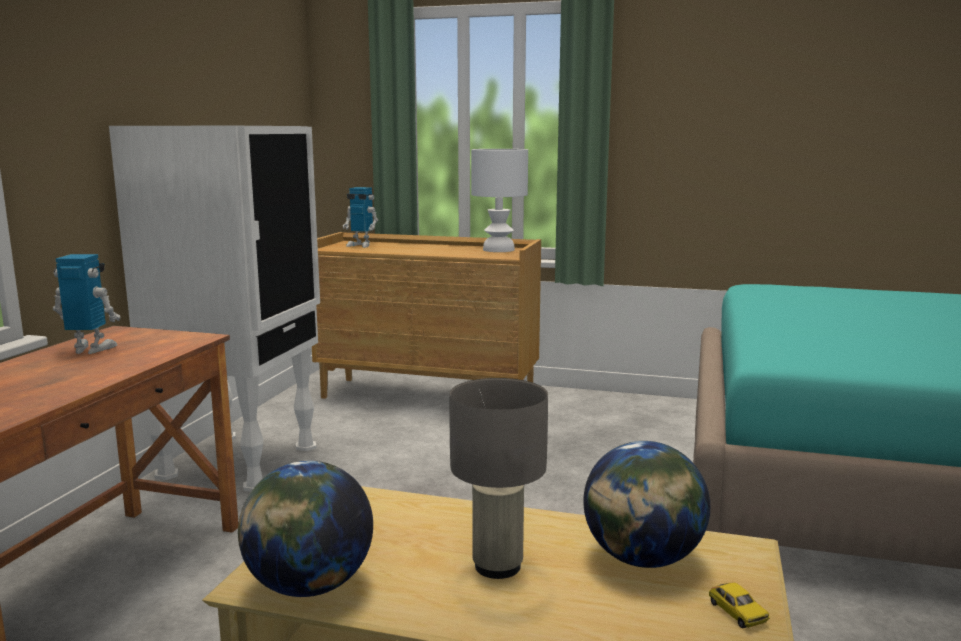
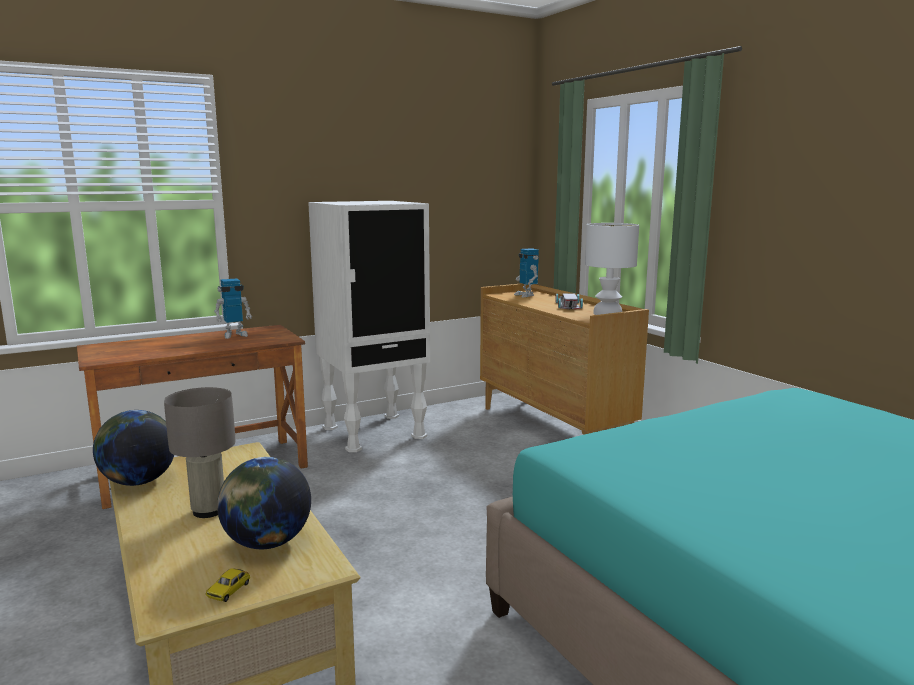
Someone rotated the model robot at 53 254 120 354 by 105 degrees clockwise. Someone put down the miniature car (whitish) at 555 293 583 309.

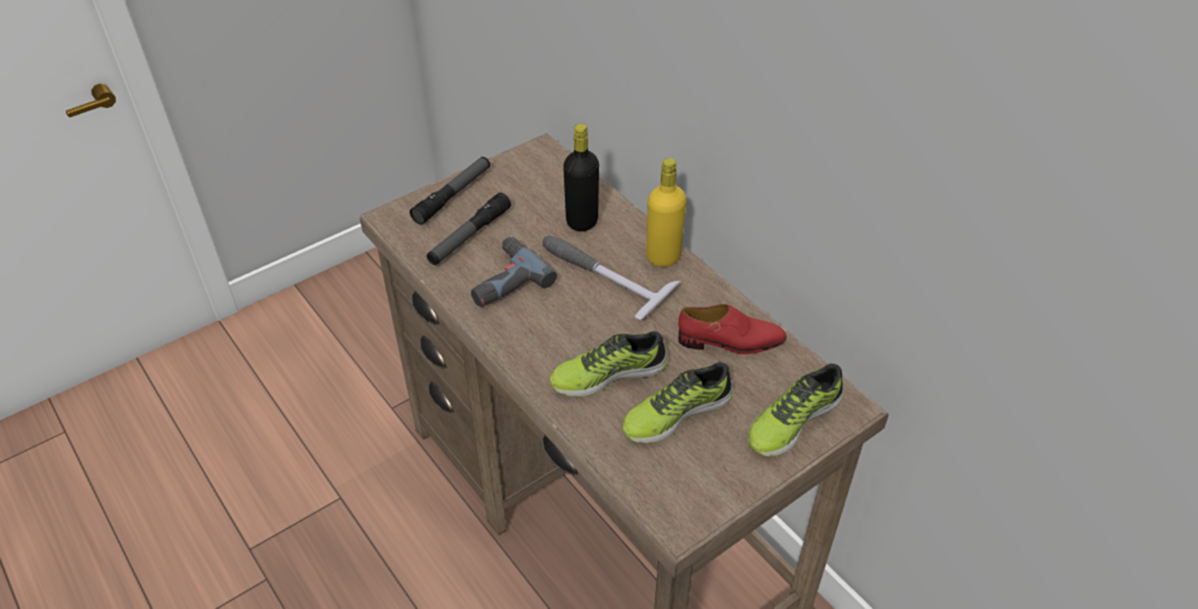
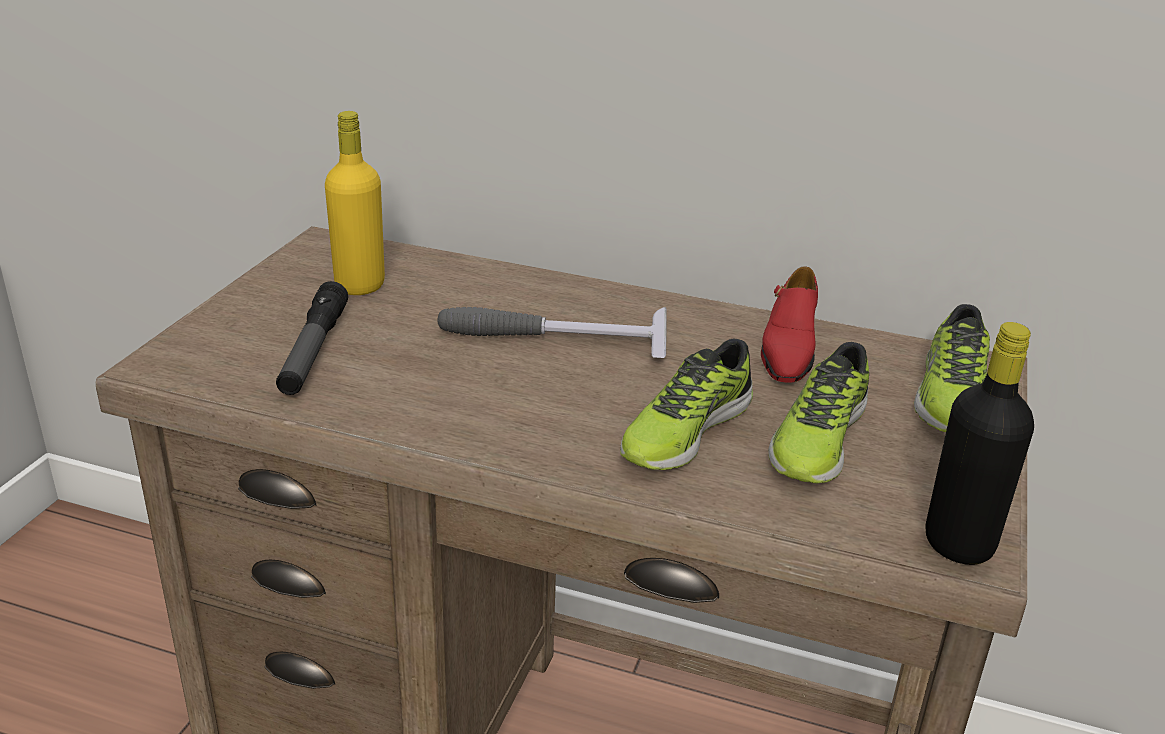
Someone carried the beverage bottle (yellow) from 646 158 686 267 to 325 111 385 295. Someone rotated the shoe (reddish) at 678 304 787 354 by 135 degrees clockwise. Someone carried the beverage bottle (blackish) from 563 124 599 231 to 925 322 1034 565. Someone took away the torch at 410 157 490 225. Someone took away the power drill at 471 237 557 307.

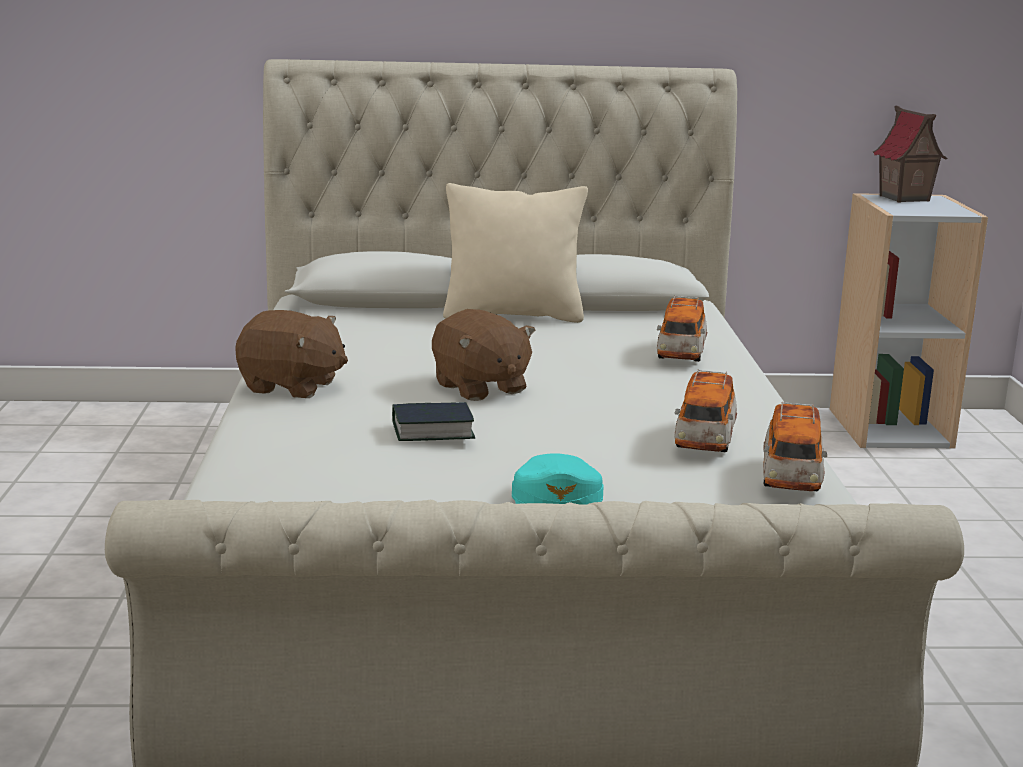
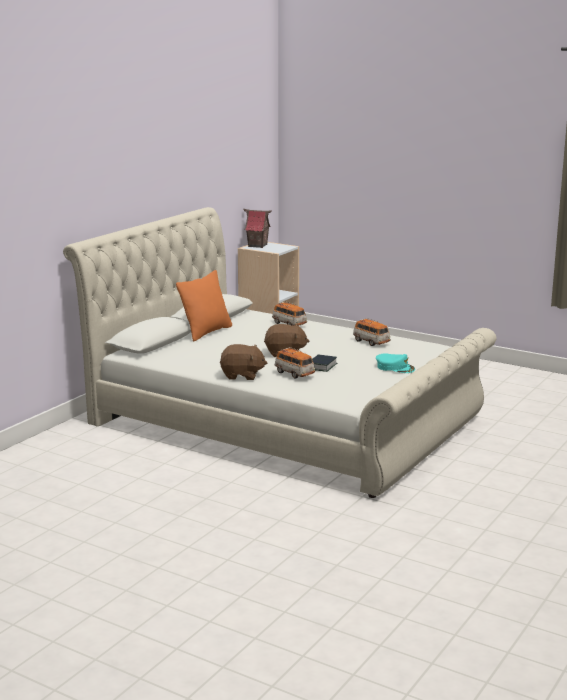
Someone repainted the pillow (sand-coloured) at 443 183 588 323, which became the pillow (orange-coloured) at 176 270 232 341. Someone rotated the cuddly toy (brown) at 235 310 348 398 by 45 degrees clockwise. Someone carried the miniature car from 763 401 827 491 to 275 347 315 378.

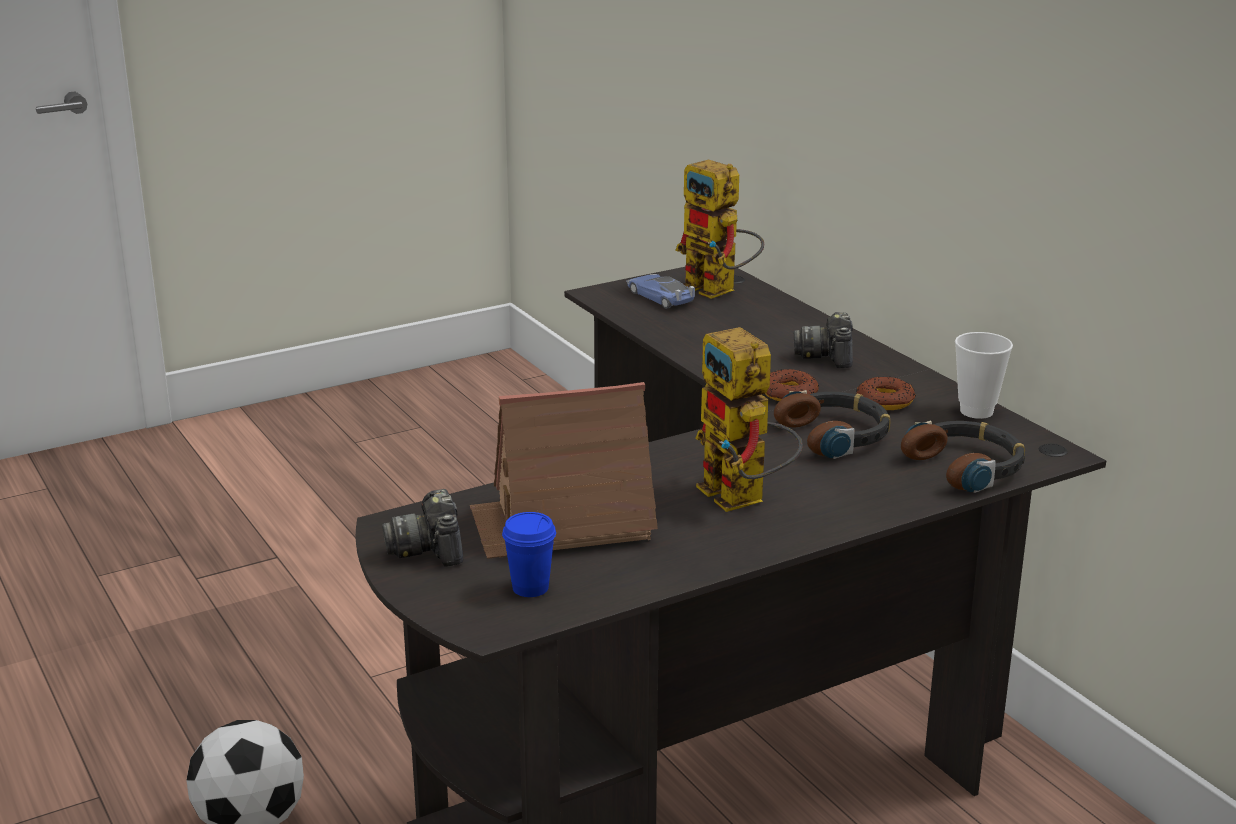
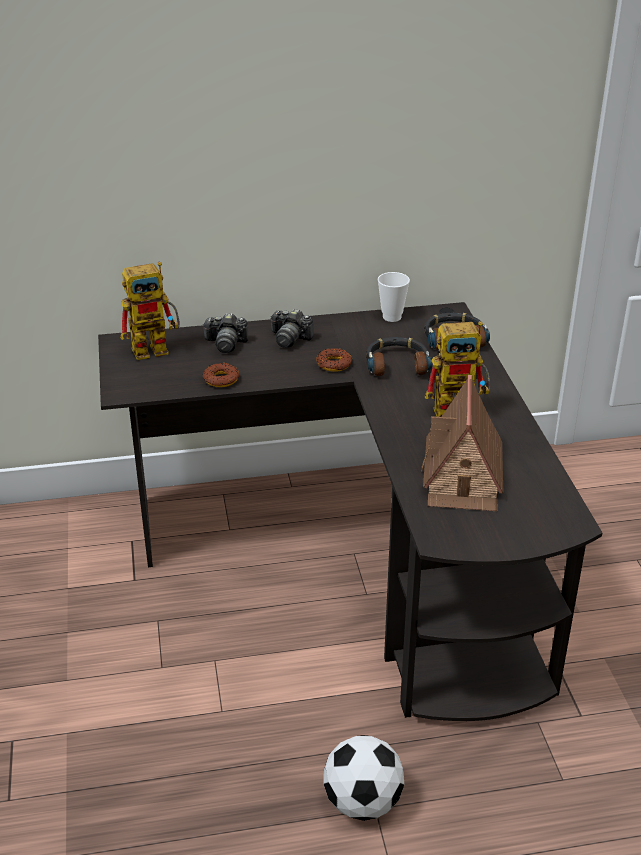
Someone carried the still camera from 382 489 463 567 to 202 313 249 353. Someone carried the ring doughnut from 856 377 916 410 to 203 363 239 387. Someone took away the drinking cup (blue) at 502 512 556 597. Someone took away the miniature car at 626 274 695 309.

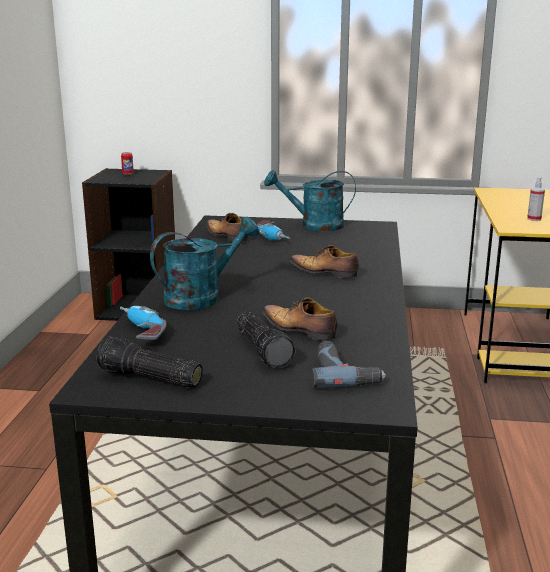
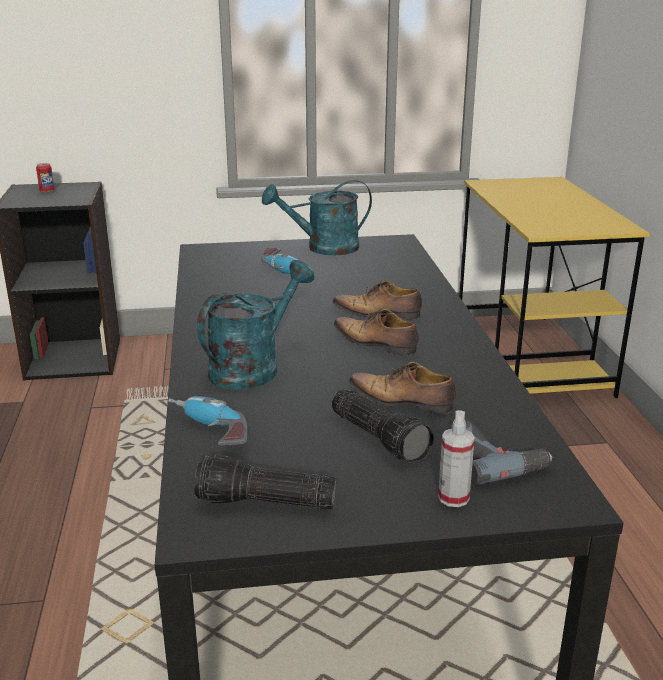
Someone carried the shoe from 207 213 248 242 to 334 309 419 356. Someone carried the sprayer from 527 177 545 221 to 438 410 475 507.

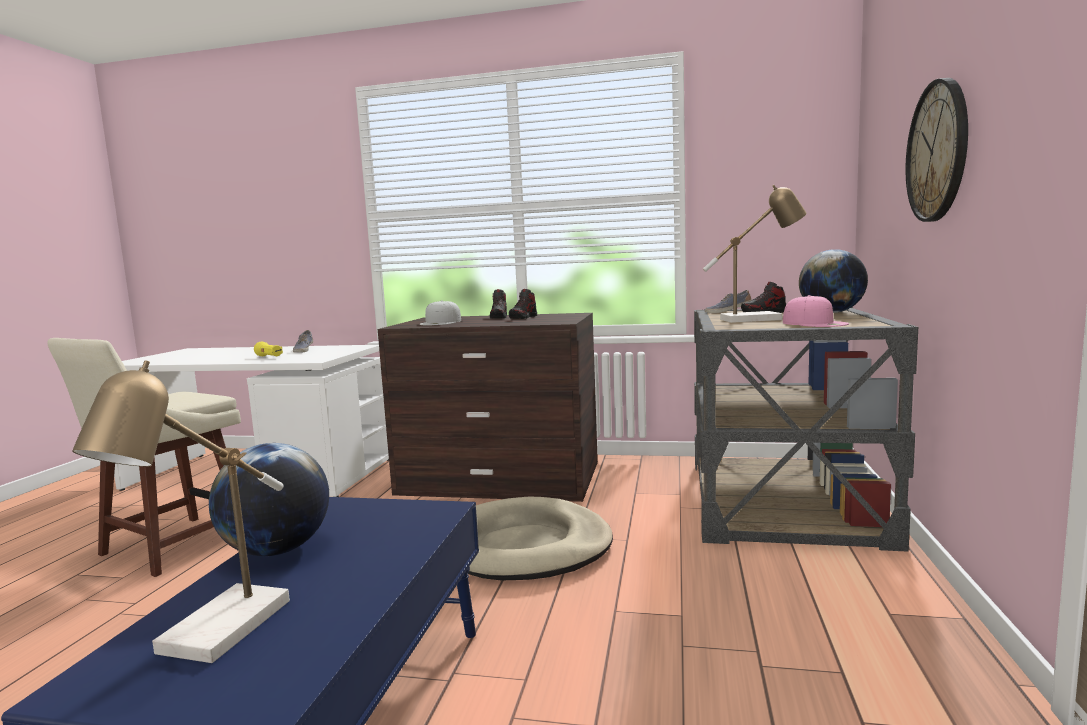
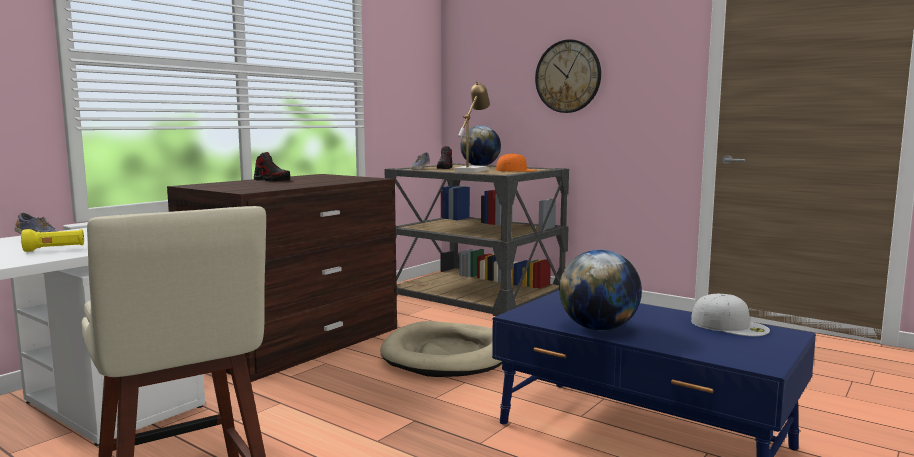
Someone repainted the peaked cap (pink) at 783 295 849 327, which became the peaked cap (orange-coloured) at 496 153 537 172. Someone carried the peaked cap (whitish) from 420 300 461 325 to 691 294 770 336. Someone took away the table lamp at 72 360 290 663. Someone took away the shoe at 509 289 537 319.

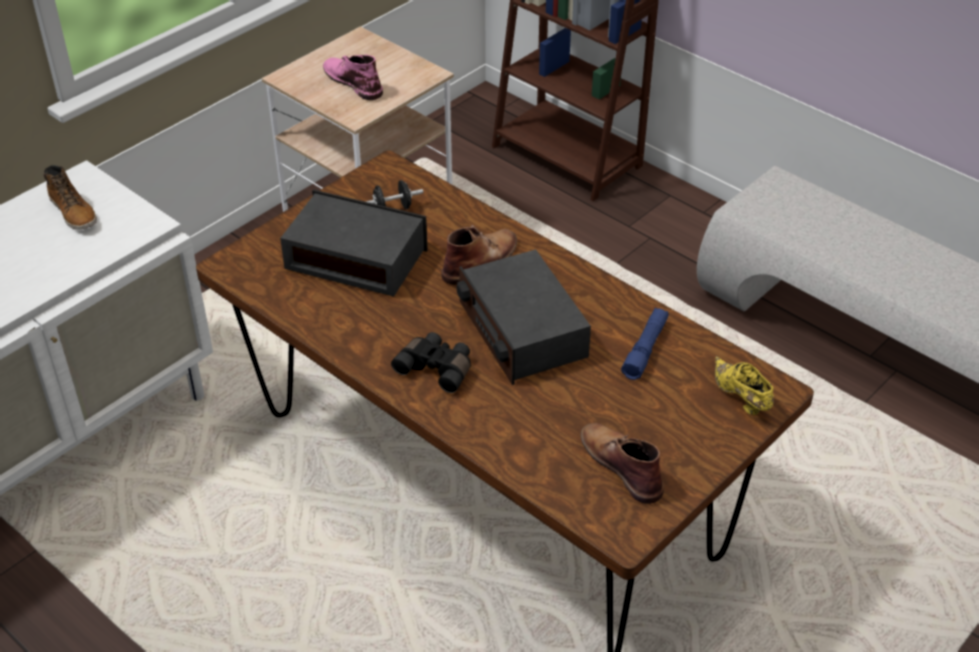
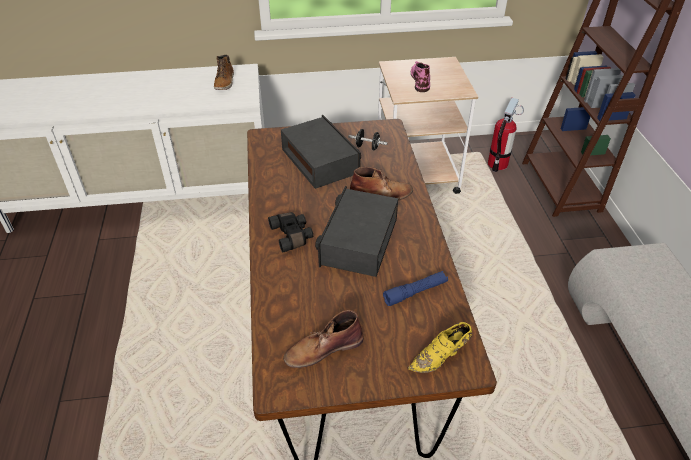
Someone rotated the high-top boot (brown) at 581 423 664 504 by 120 degrees counterclockwise. Someone rotated the shoe (yellow) at 715 356 774 415 by 135 degrees counterclockwise. Someone put down the fire extinguisher at 488 98 524 172.

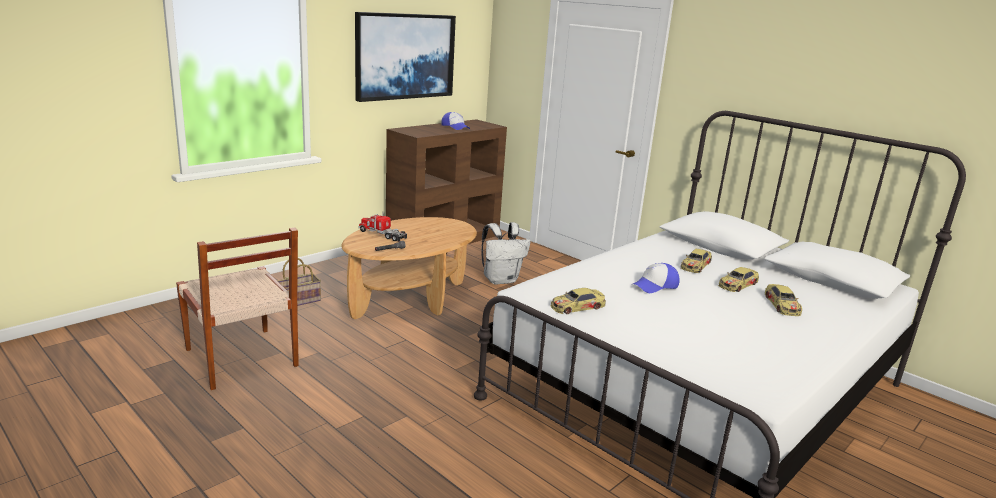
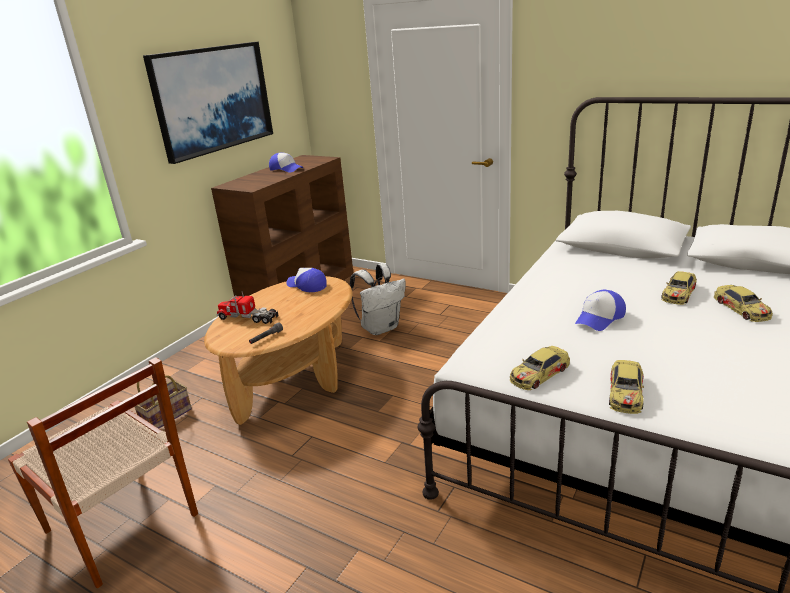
Someone put down the peaked cap at 286 268 327 292. Someone carried the miniature car from 681 249 712 273 to 609 360 644 414.

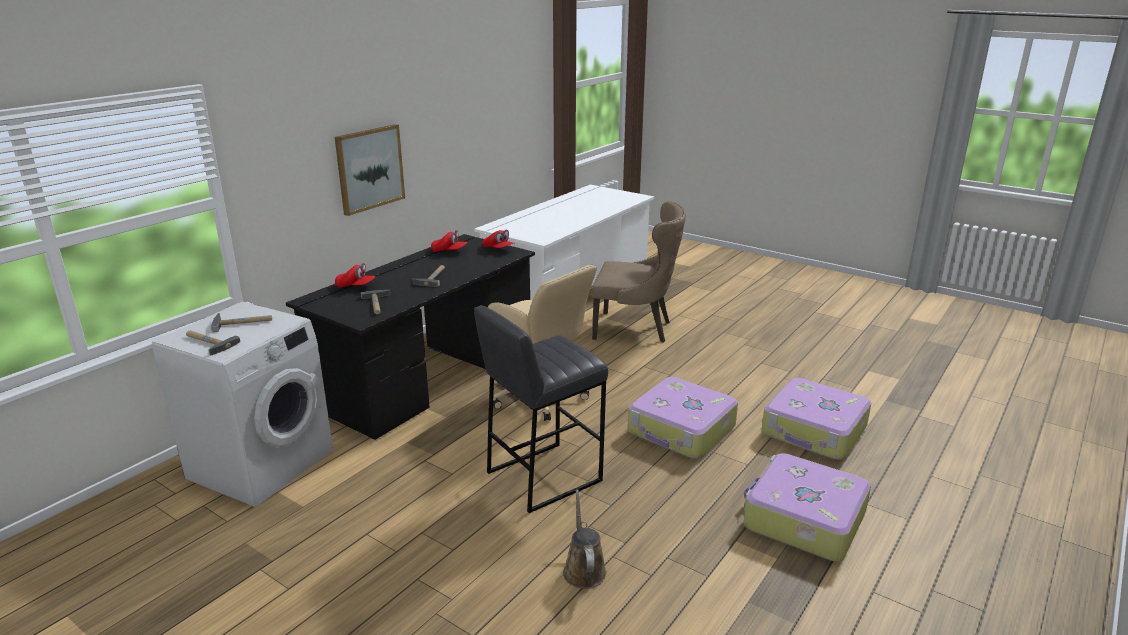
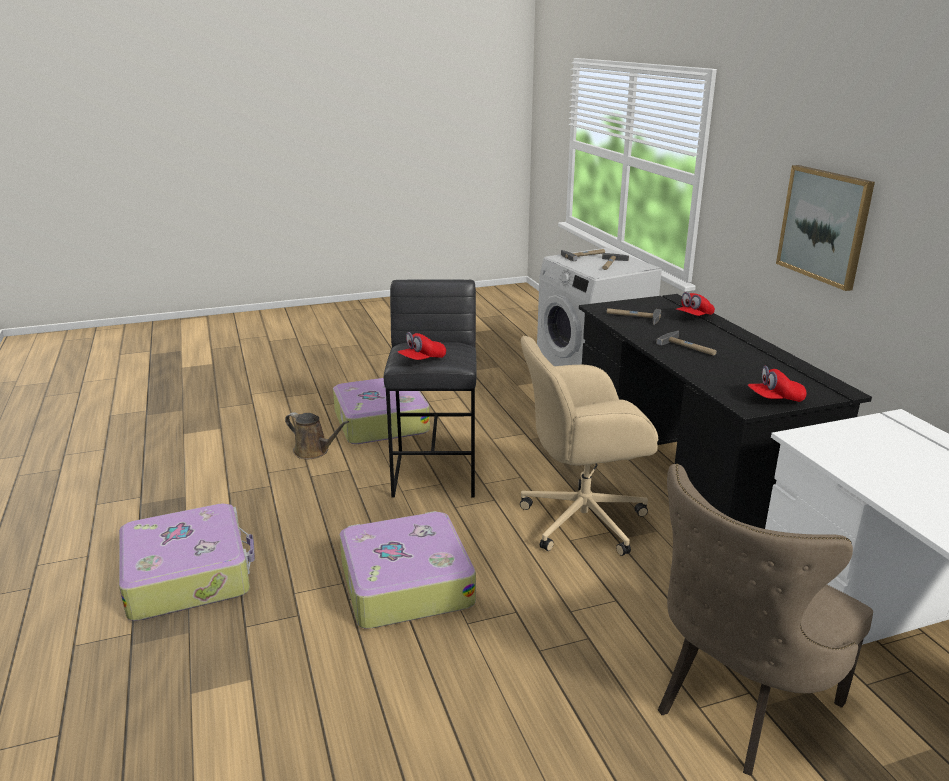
Someone carried the piece of luggage from 761 378 871 460 to 333 378 430 444. Someone carried the peaked cap (reddish) from 431 230 467 252 to 397 332 446 360.

